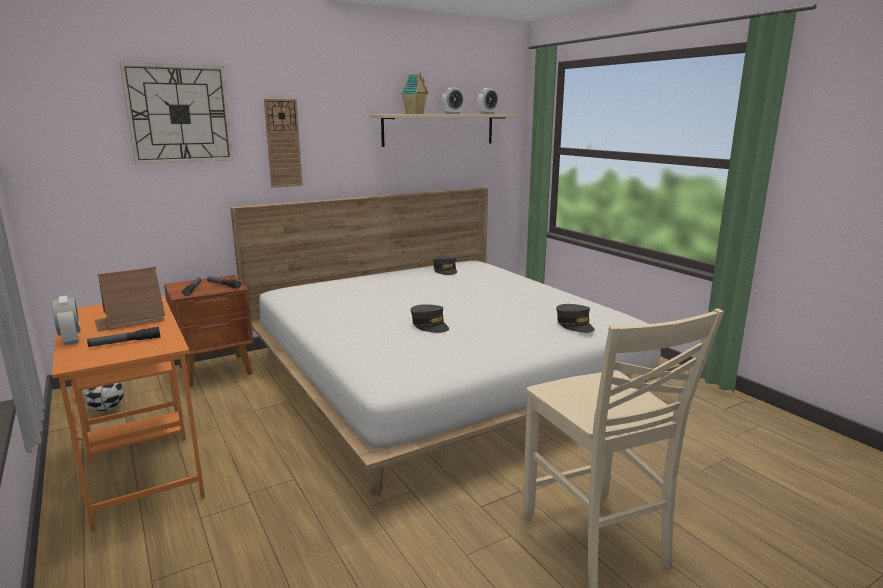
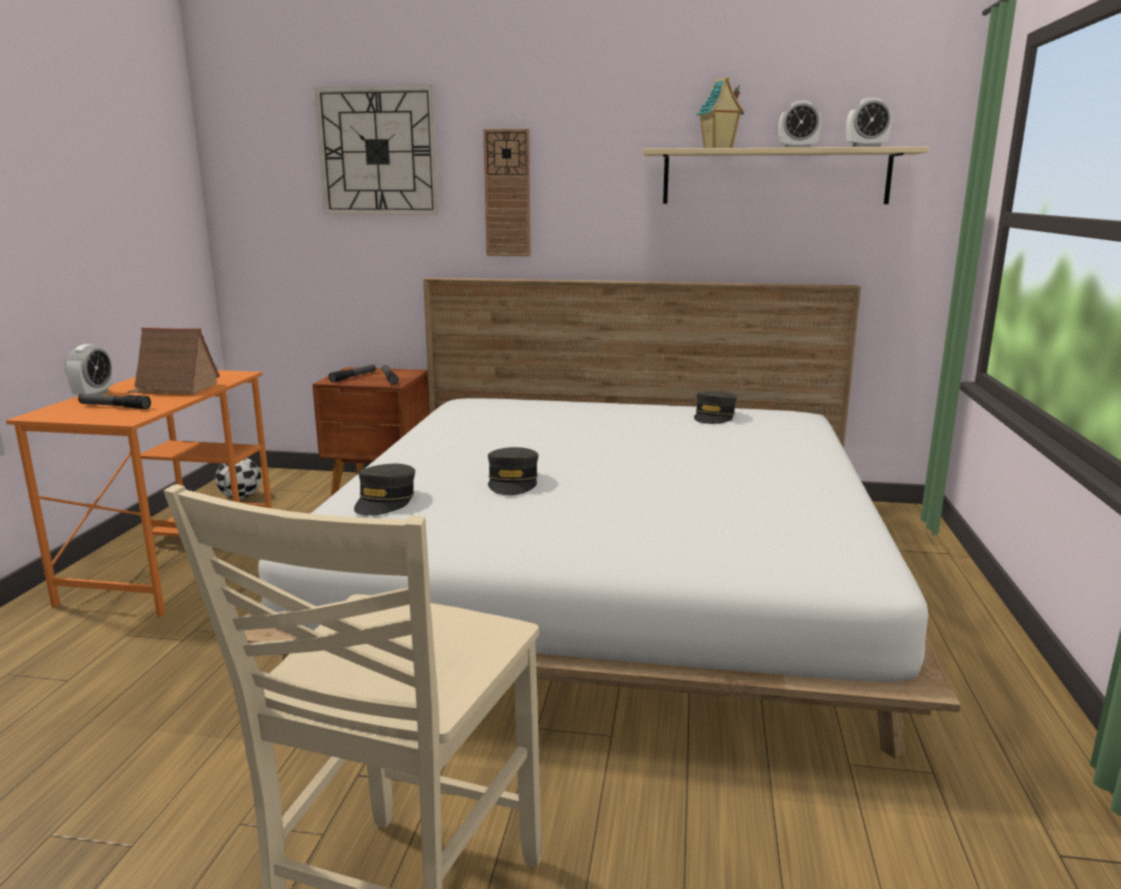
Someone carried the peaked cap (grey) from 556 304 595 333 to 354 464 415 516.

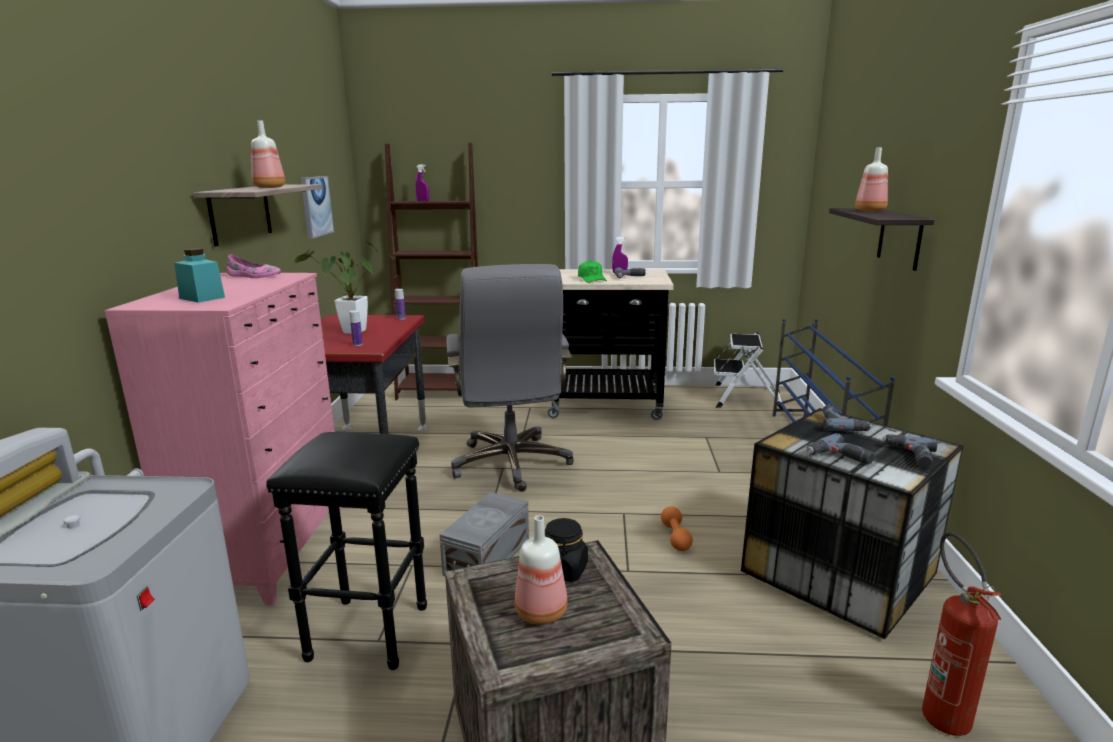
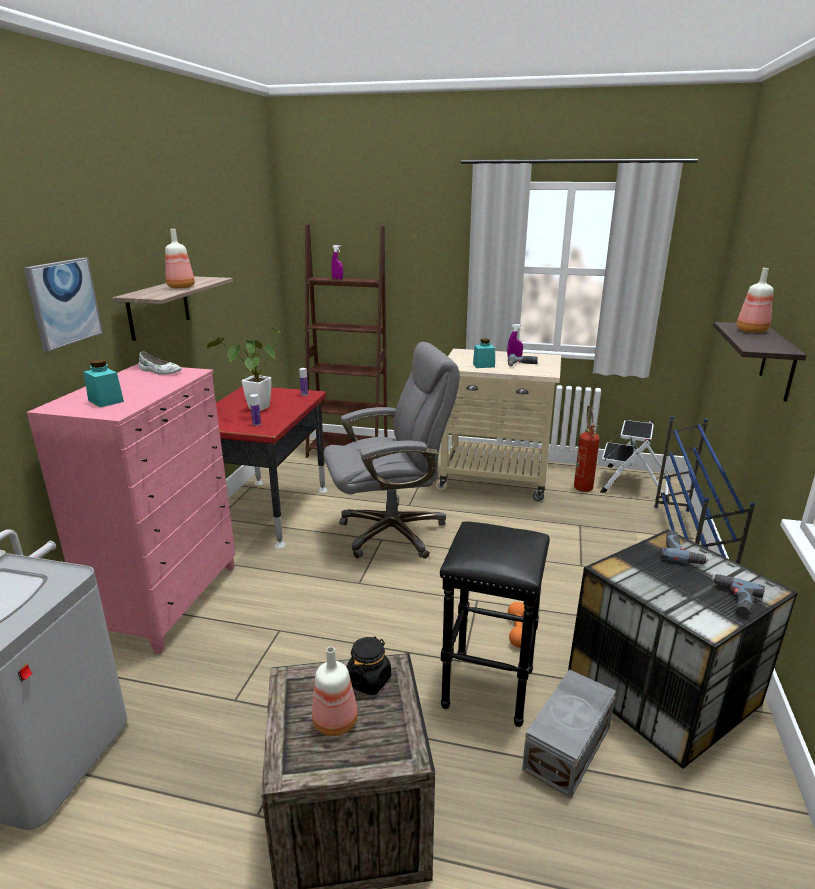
Someone carried the wall picture from 301 176 334 239 to 24 258 103 351. Someone repainted the shoe (pink) at 227 254 281 278, which became the shoe (whitish) at 139 351 182 375. Someone rotated the office chair (grey) at 447 264 573 492 by 105 degrees counterclockwise. Someone repainted the wheeled cart (blackish) at 548 269 674 420, which became the wheeled cart (sand-coloured) at 436 349 561 501. Someone carried the sitting stool (blackish) from 266 432 427 670 to 440 522 550 727. Someone swapped the peaked cap (green-coloured) at 578 260 607 283 for the storage jar (turquoise) at 473 338 495 368. Someone carried the storage bin (grey) from 440 492 529 576 to 522 669 616 798. Someone carried the fire extinguisher from 922 532 1001 736 to 574 406 600 492. Someone took away the power drill at 807 433 875 465.

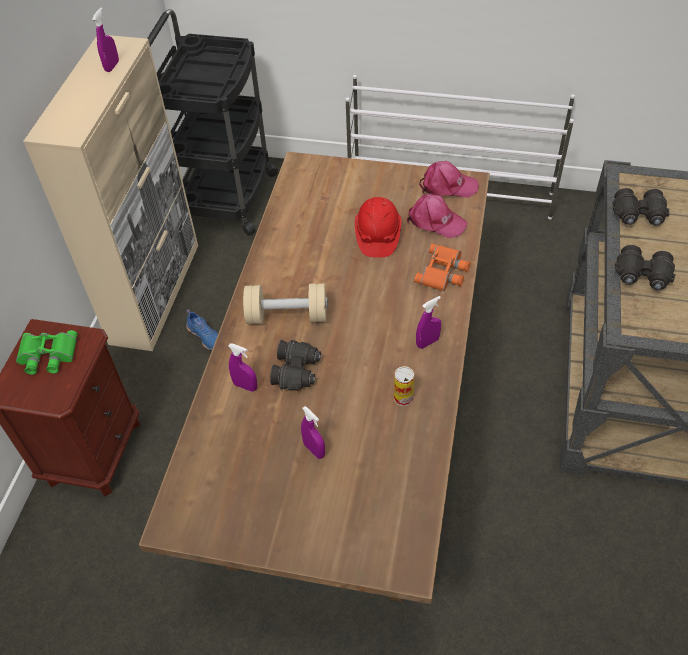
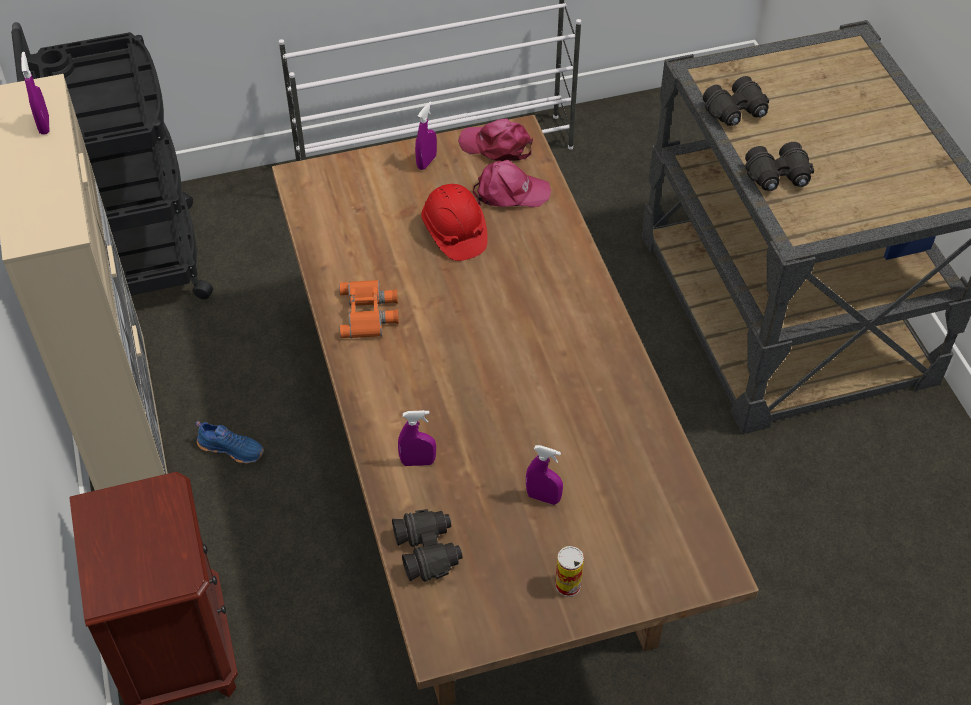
Someone carried the pair of binoculars (orange-coloured) from 414 243 470 291 to 339 280 399 338. Someone carried the pair of binoculars (blackish) from 270 340 321 391 to 392 509 463 582. Someone carried the sprayer (purplish) from 416 296 441 349 to 415 101 437 170. Someone rotated the peaked cap (pink) at 419 161 479 197 by 135 degrees counterclockwise. Someone carried the metal can from 394 366 414 406 to 555 546 584 597. Someone took away the pair of binoculars (green-coloured) at 16 330 77 375. Someone took away the dumbbell (sand-coloured) at 243 283 328 324.

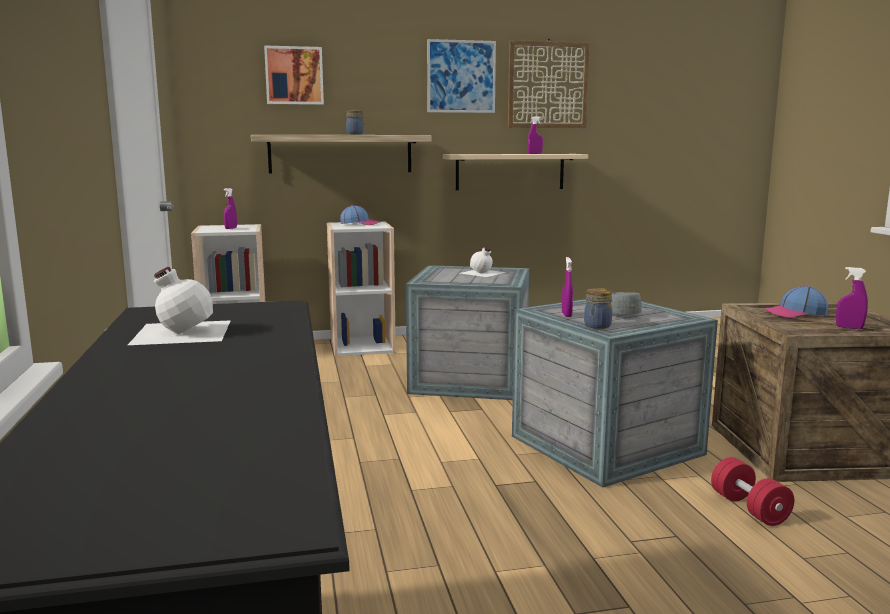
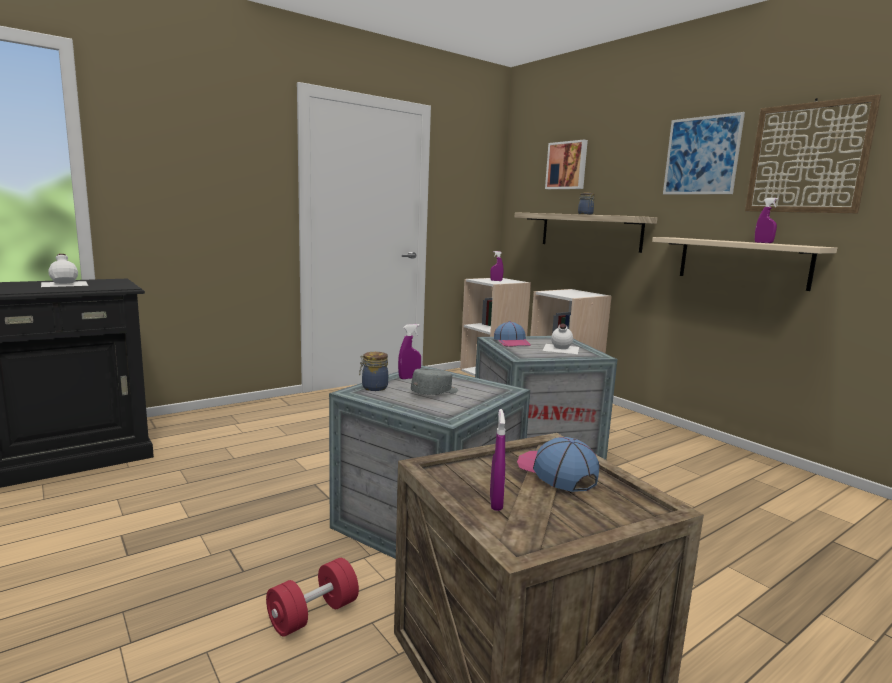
Someone carried the peaked cap from 340 205 380 225 to 494 321 531 347.

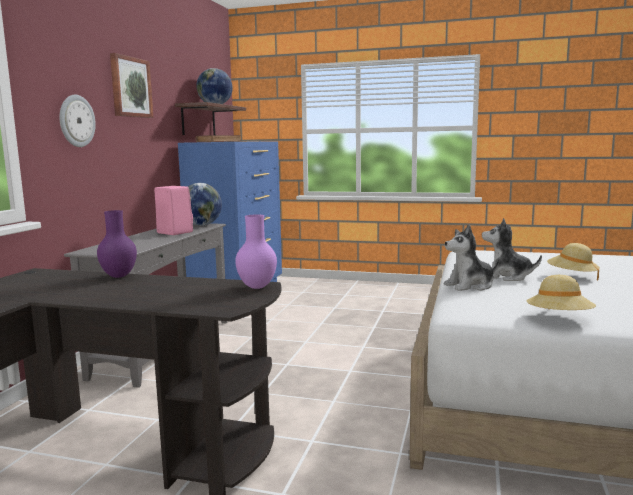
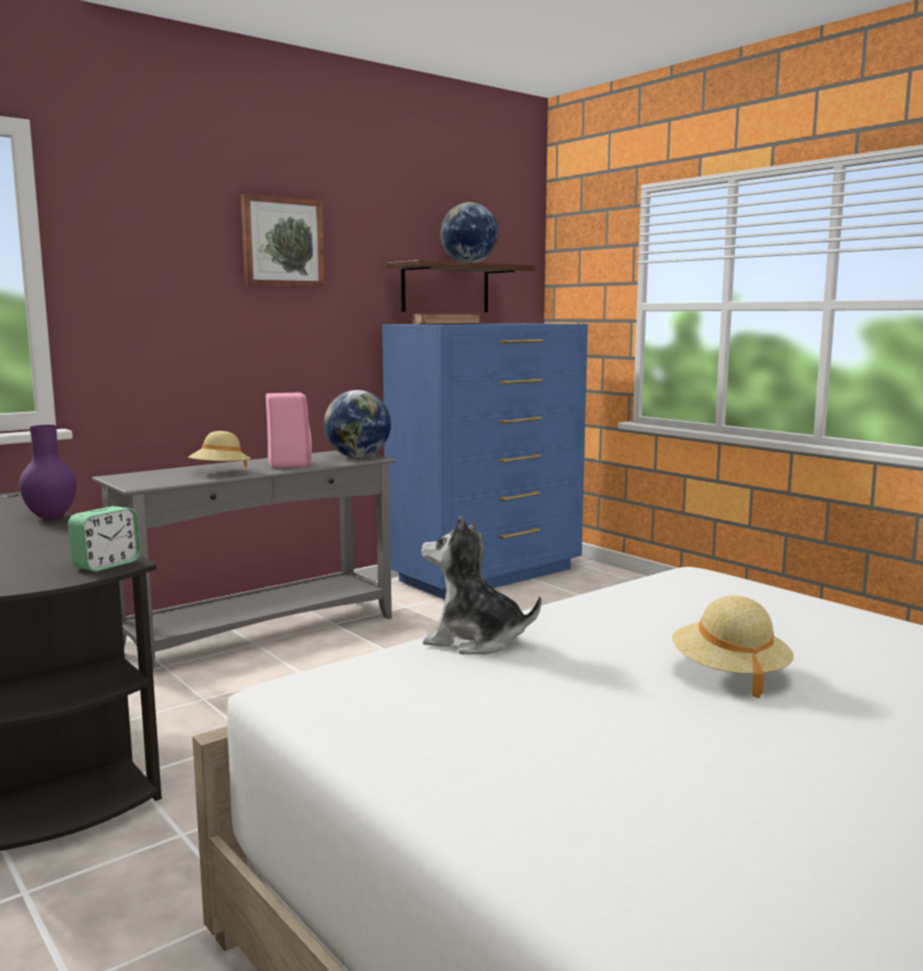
Someone swapped the flower vase (purplish) at 235 215 277 289 for the bedside clock at 68 506 141 572. Someone carried the clothing hat (sand-coloured) from 527 275 596 310 to 188 431 251 469. Someone took away the wall clock at 60 95 96 147. Someone took away the cuddly toy at 482 218 542 281.

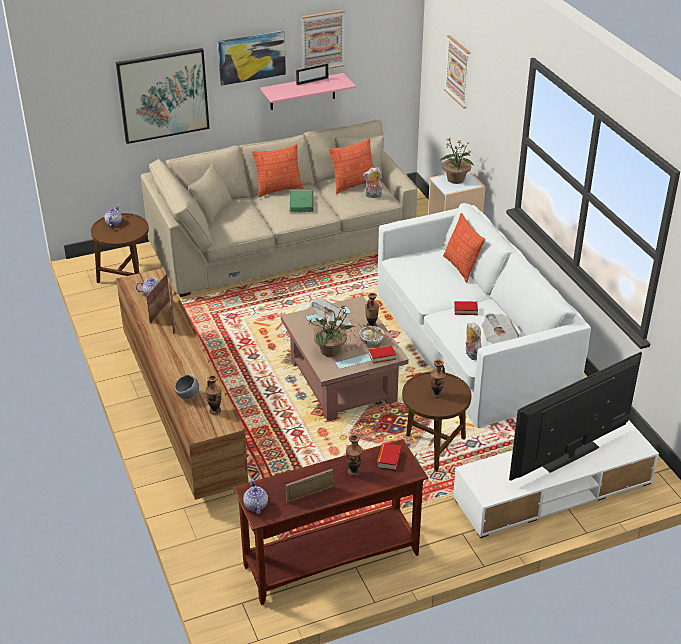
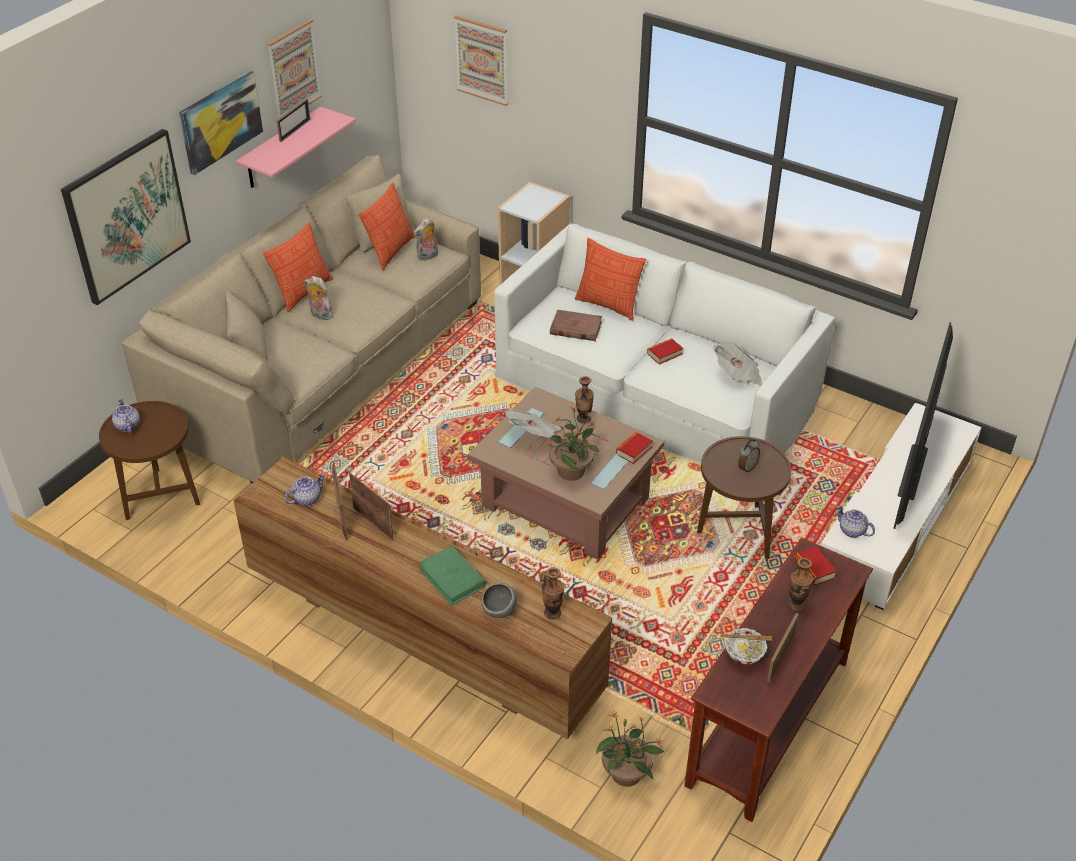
Someone carried the cuddly toy from 465 322 481 360 to 304 276 333 320. Someone carried the volume (green-coloured) from 289 190 313 212 to 419 546 486 606. Someone put down the volume (brown) at 550 310 602 341. Someone carried the plant in a pot from 440 138 473 184 to 596 711 664 787. Someone carried the serving bowl from 359 325 388 345 to 720 628 772 664. Someone swapped the flower vase at 430 359 446 398 for the bedside clock at 738 439 760 473. Someone carried the teapot from 243 479 268 514 to 836 506 875 538.

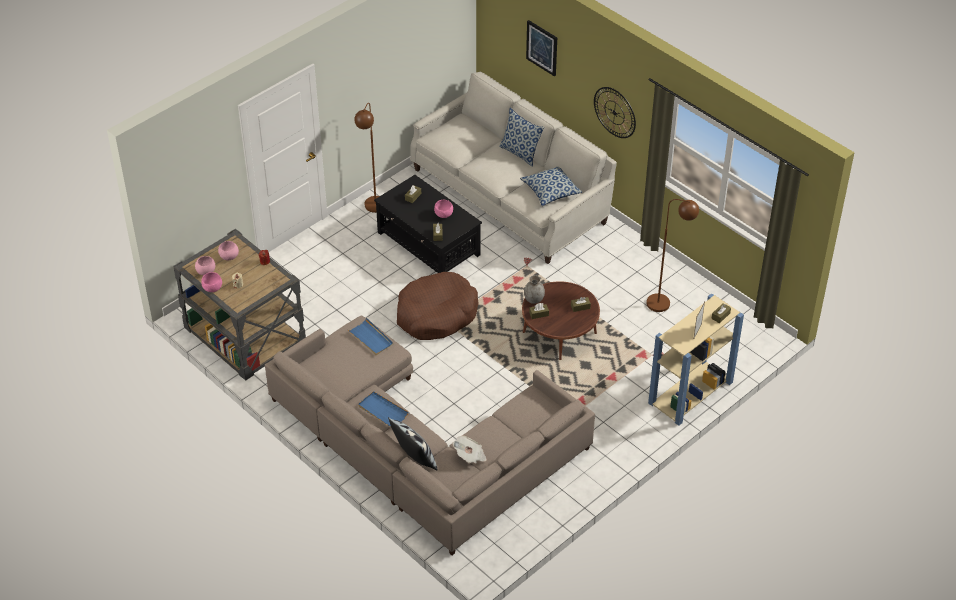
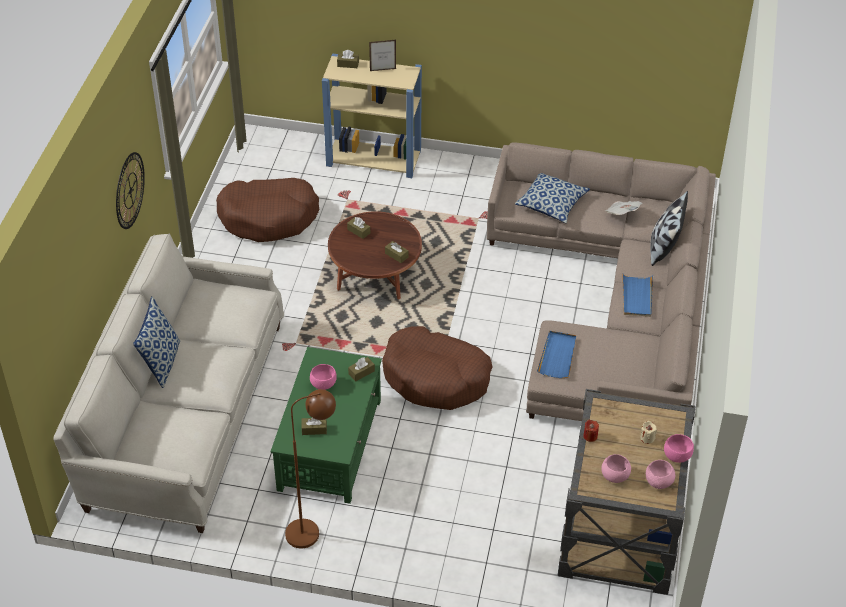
Someone swapped the standard lamp (brown) at 646 199 699 312 for the dog bed (brown) at 216 178 320 242. Someone repainted the coffee table (blackish) at 374 175 482 273, which became the coffee table (green-coloured) at 271 347 382 504. Someone carried the pillow from 520 167 582 206 to 515 173 590 223. Someone took away the flower vase (grey) at 524 275 545 304. Someone took away the wall picture at 526 20 557 76.

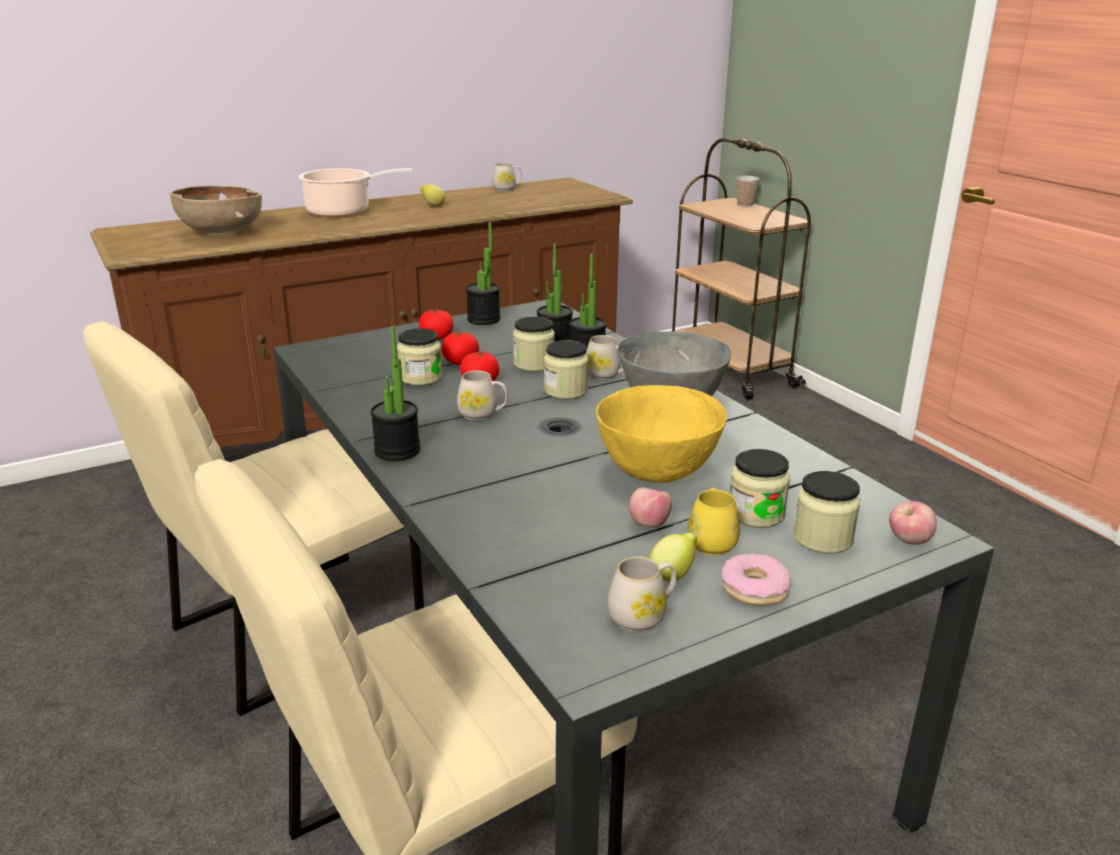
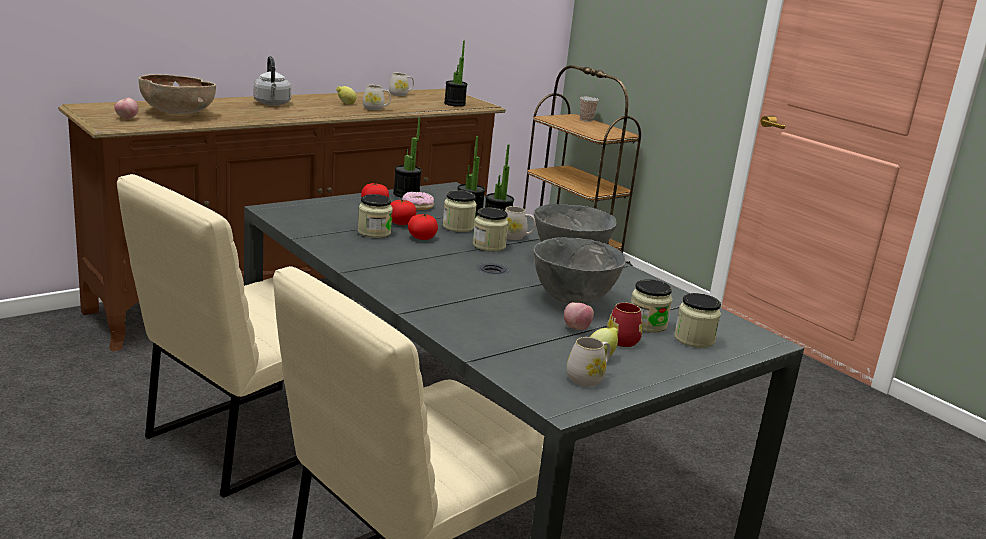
Someone carried the apple fruit from 889 501 937 545 to 114 98 139 119. Someone swapped the stockpot at 298 168 413 218 for the water kettle (grey) at 253 56 291 105. Someone carried the tea mug (whitish) from 457 371 508 420 to 363 85 391 111. Someone carried the ring doughnut from 721 553 791 606 to 402 192 434 210. Someone carried the plant in a pot from 371 326 420 461 to 444 41 467 107. Someone repainted the serving bowl (yellow) at 596 385 727 483, which became the serving bowl (grey) at 533 237 626 304. Someone repainted the tea mug (yellow) at 687 488 740 555, which became the tea mug (reddish) at 606 303 643 347.

